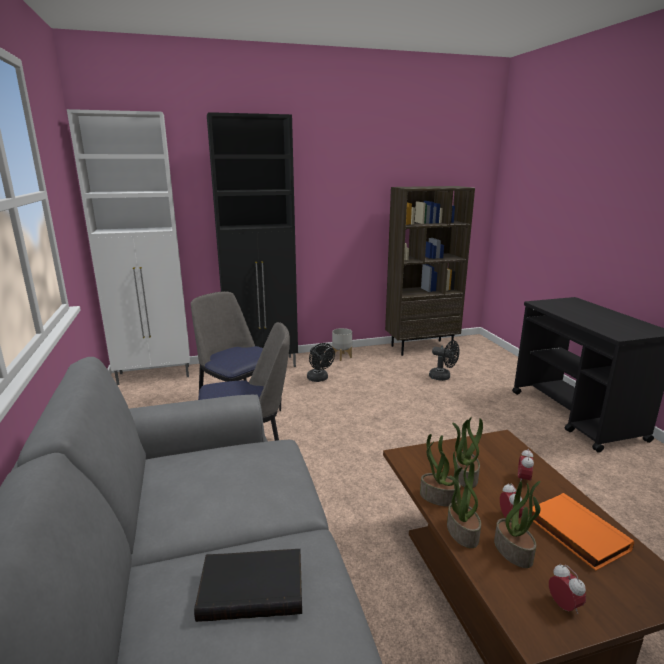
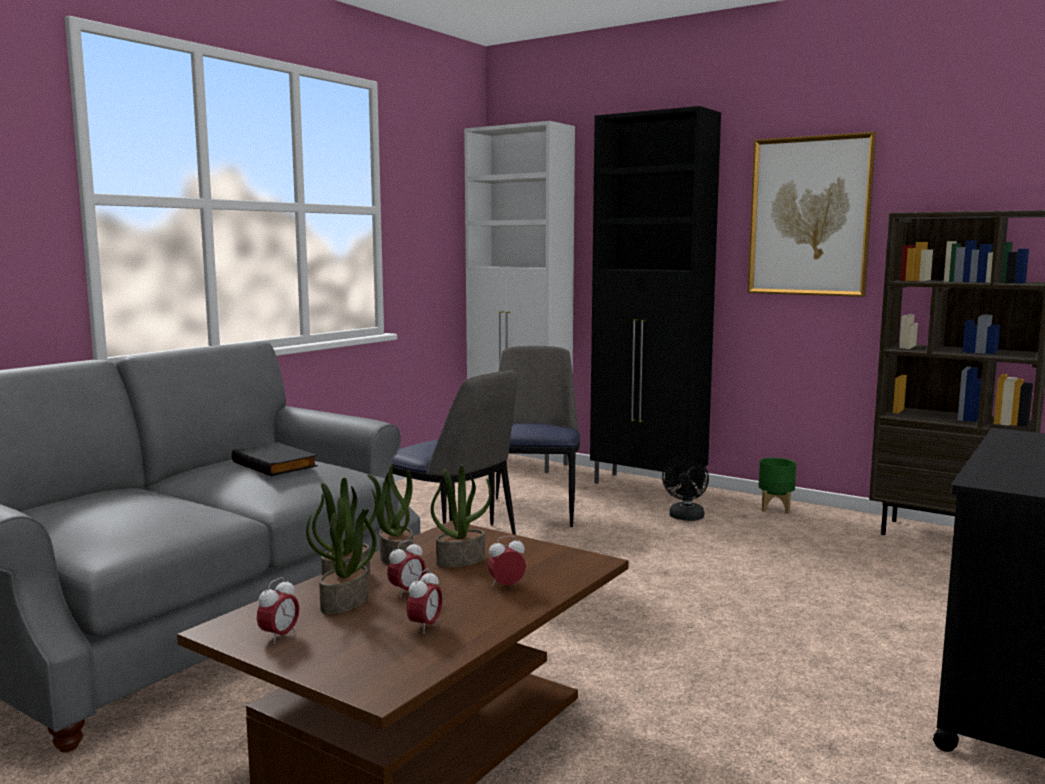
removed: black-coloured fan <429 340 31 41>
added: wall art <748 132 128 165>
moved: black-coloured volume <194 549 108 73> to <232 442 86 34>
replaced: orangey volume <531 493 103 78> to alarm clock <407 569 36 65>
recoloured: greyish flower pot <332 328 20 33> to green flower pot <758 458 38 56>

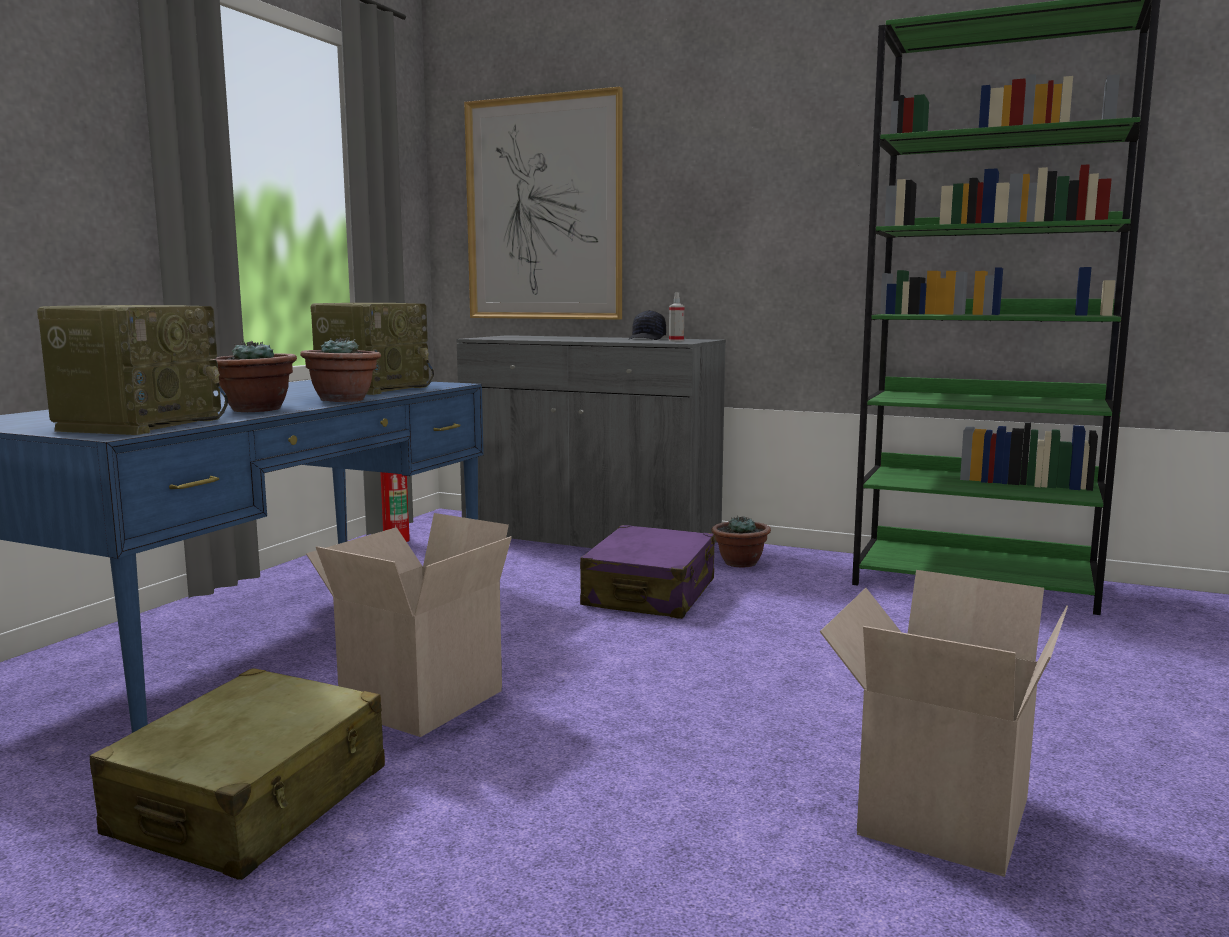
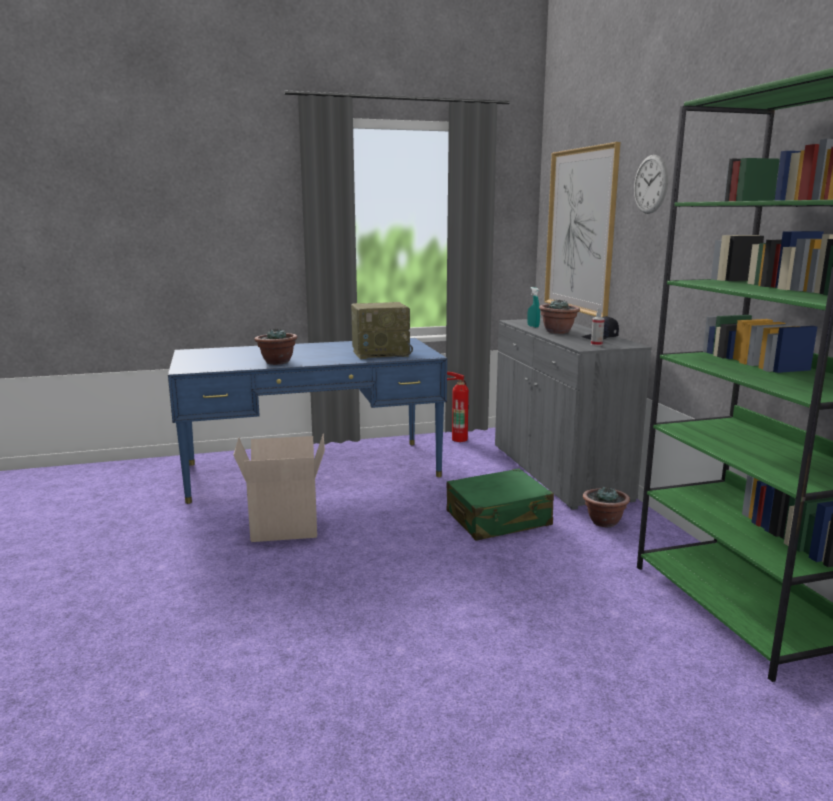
removed: radio receiver <37 305 191 130>; beige piece of luggage <90 668 295 212>; packing box <820 570 248 307>
added: blue-green hand sprayer <527 287 13 40>; clock on the wall <634 155 34 59>
moved: potted plant <300 337 81 65> to <539 299 41 35>
recoloured: purple-coloured piece of luggage <580 525 135 94> to green piece of luggage <447 469 107 72>

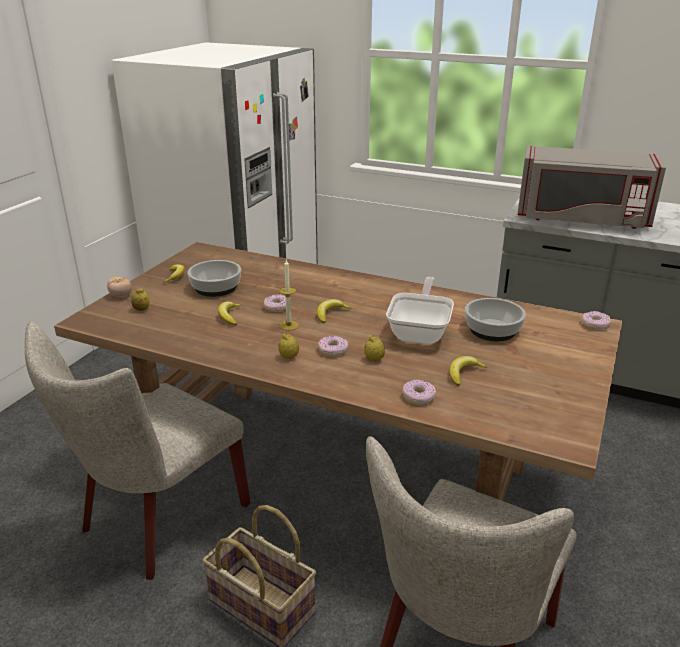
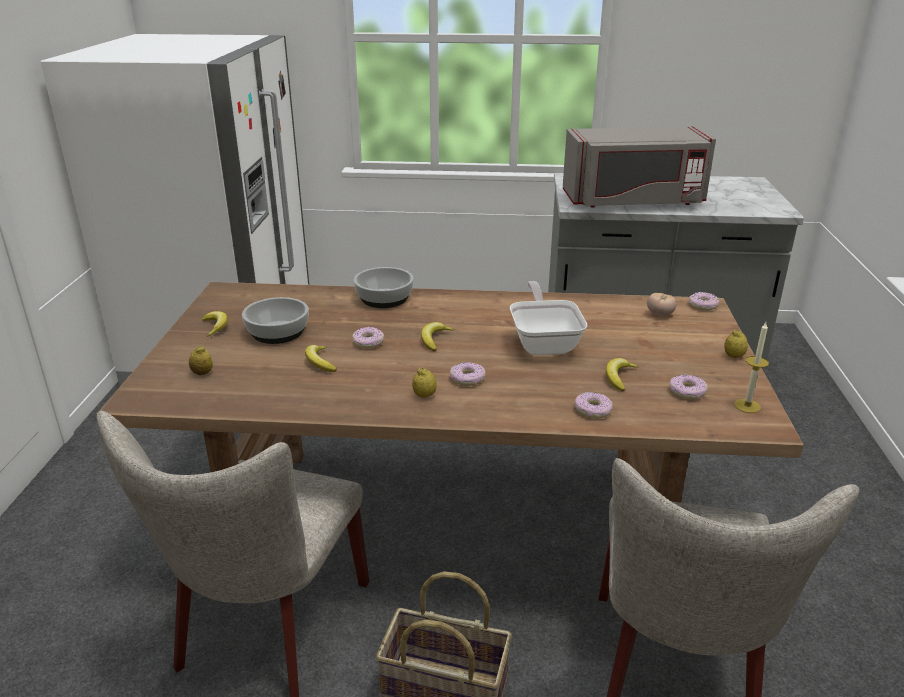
added: doughnut <669 374 39 26>
moved: fresh tomato <107 276 25 21> to <647 293 30 23>; candle <279 260 20 71> to <734 322 35 91>; lemon <364 335 21 26> to <725 330 23 28>; deep dish <465 298 61 43> to <354 267 60 41>

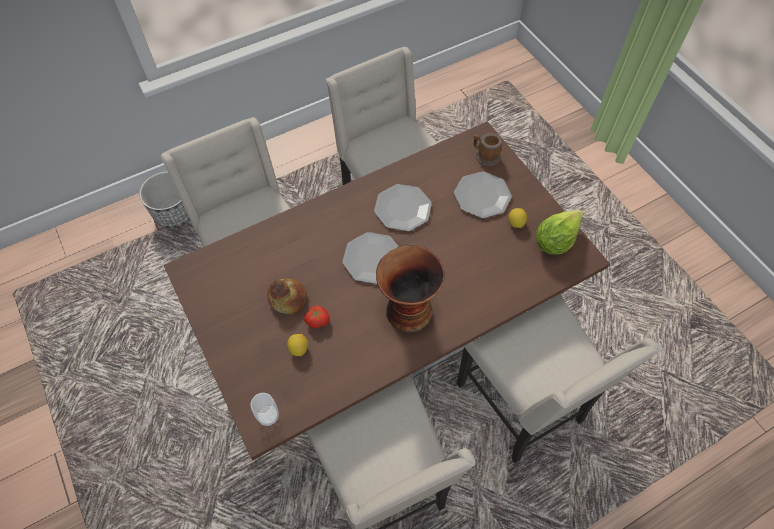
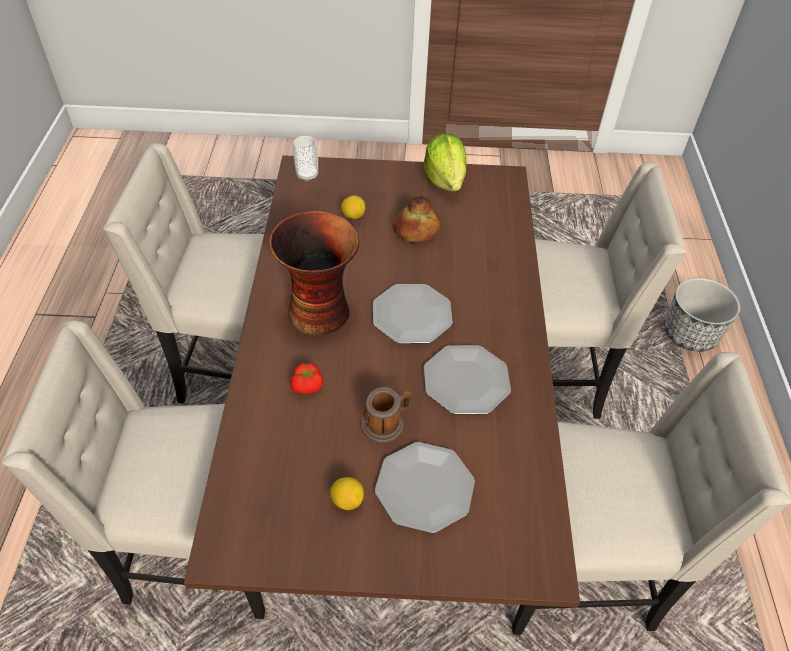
moved: fresh tomato <304 306 26 22> to <290 362 33 32>; coffee mug <473 133 29 33> to <361 387 51 56>; lettuce head <536 210 47 45> to <424 134 43 57>

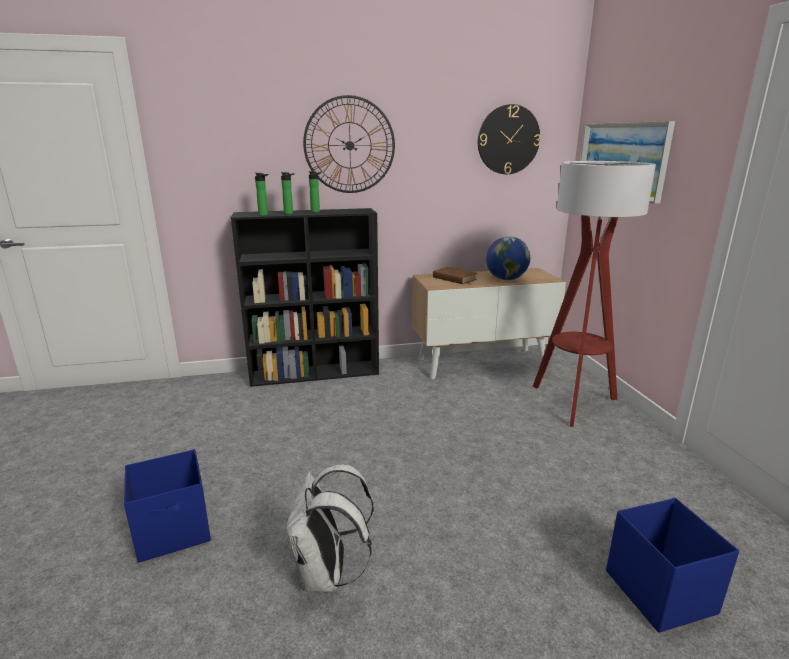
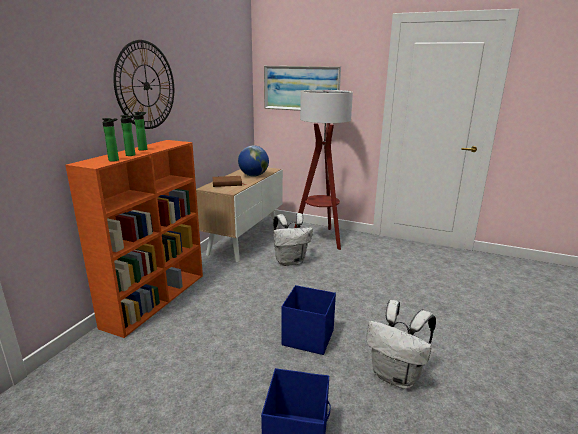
removed: clock on the wall <478 104 63 70>
added: white-coloured backpack <273 213 40 53>
moved: blue storage box <606 498 133 135> to <282 285 54 70>
recoloured: black-coloured bookcase <231 208 148 179> to orangey bookcase <65 140 138 198>

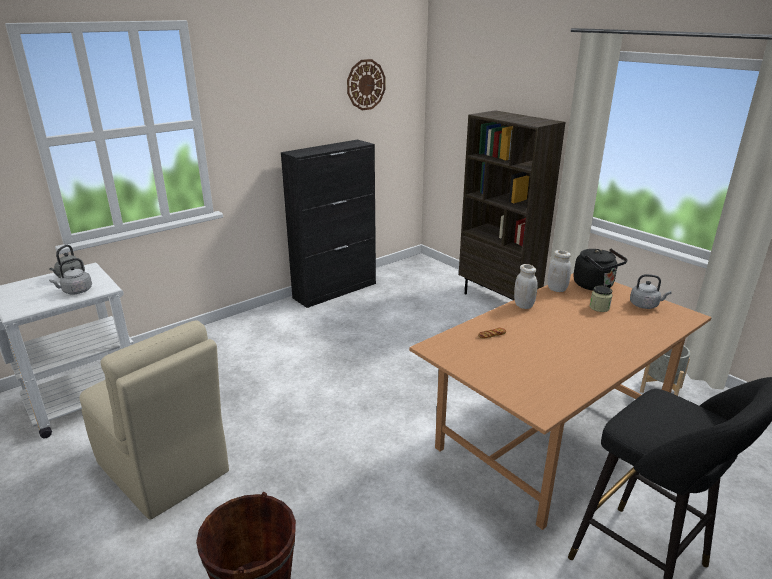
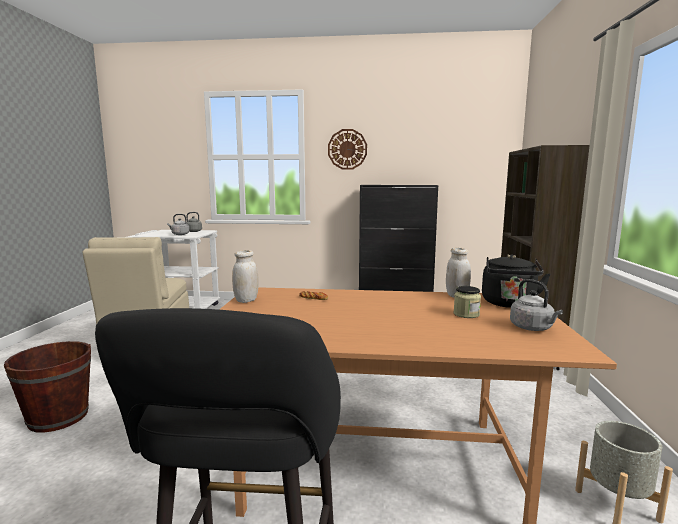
moved: clock on the wall <347 59 38 51> to <328 129 39 41>; white-coloured jar <514 264 24 45> to <232 250 27 53>

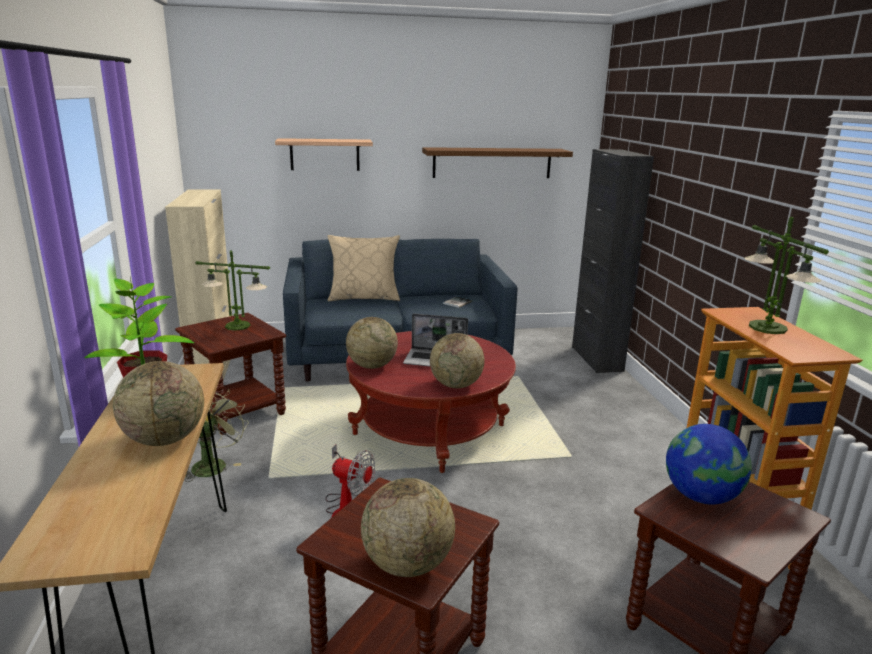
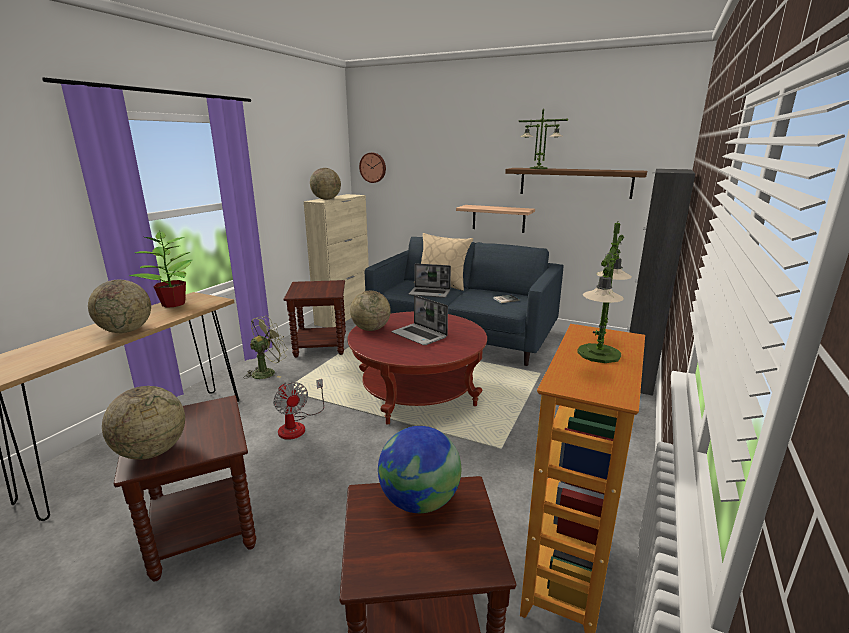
added: clock on the wall <359 153 27 30>; portable computer <409 263 42 35>
moved: table lamp <195 250 75 81> to <518 109 50 60>; wall shelf <275 138 98 33> to <456 205 79 28>; world globe <430 333 55 55> to <310 168 31 32>

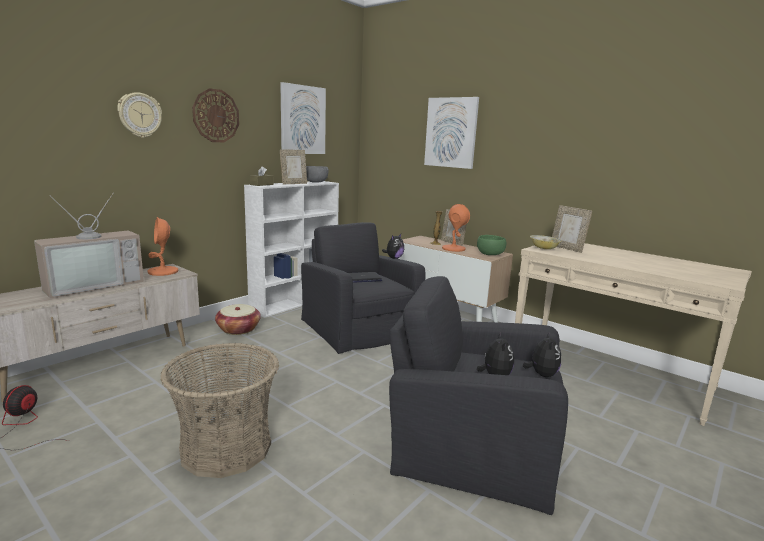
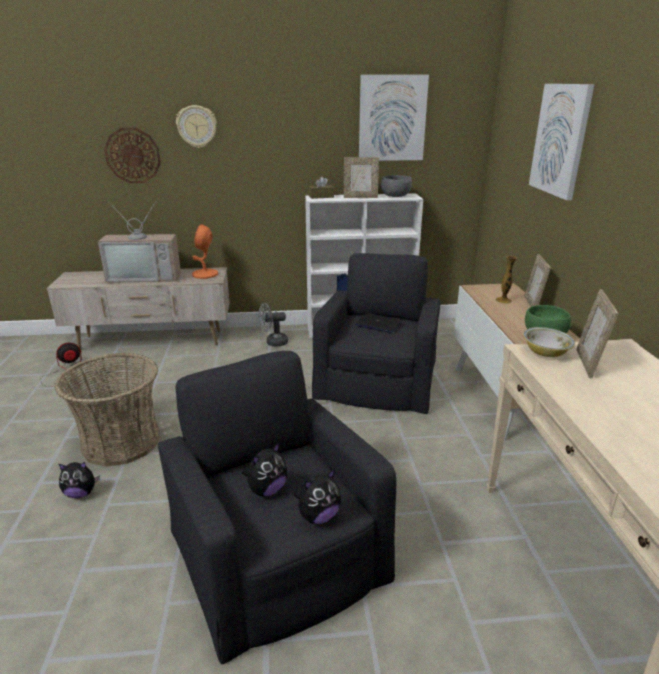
removed: orangey table lamp <442 204 28 48>
moved: clock on the wall <192 88 47 54> to <104 128 57 55>; soft toy <382 234 22 25> to <59 462 41 36>
replaced: storage basket <215 304 46 31> to greyish fan <258 303 30 43>

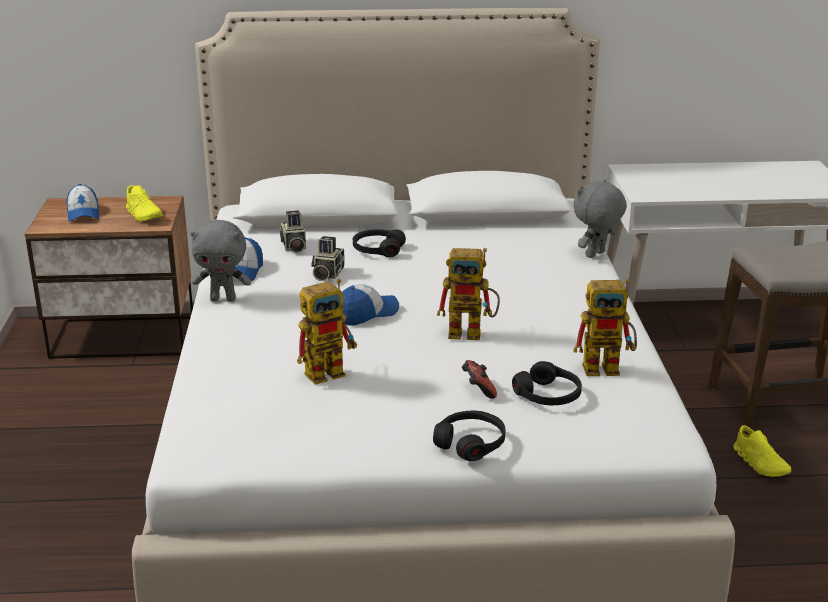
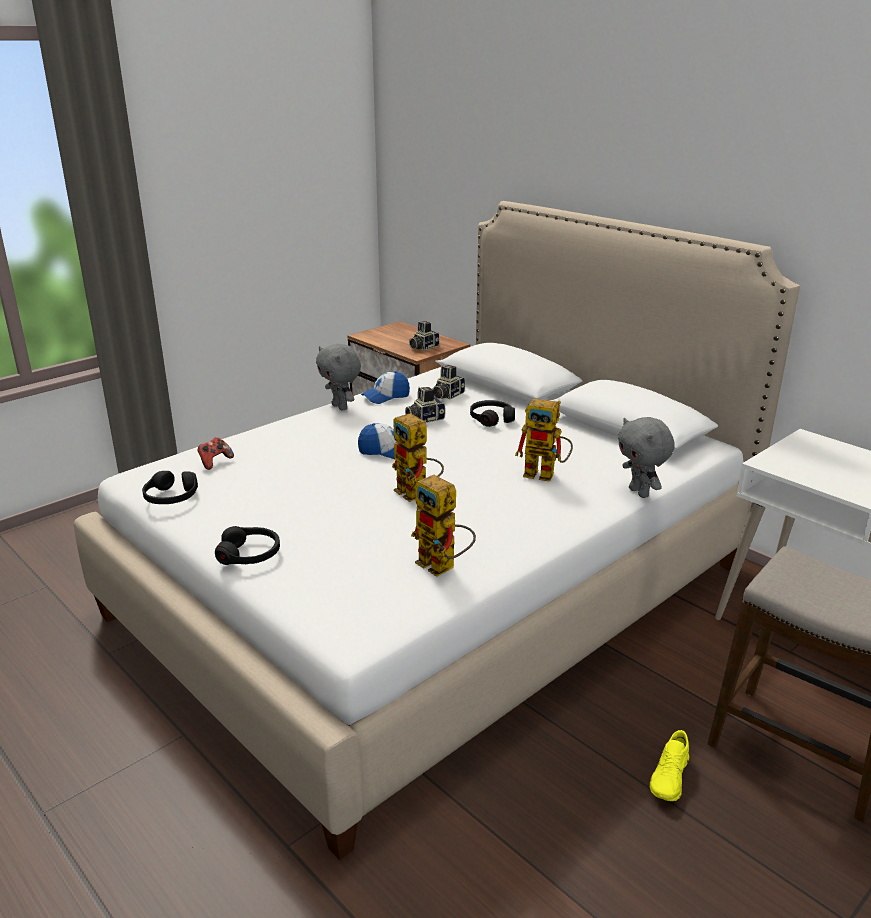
removed: cap <66 184 33 38>
moved: robot figure <297 279 60 106> to <515 399 58 83>; game controller <462 360 35 39> to <197 437 37 33>; black-coloured headphones <512 361 70 44> to <142 471 56 33>
replaced: yellow low shoe <126 185 37 36> to still camera <409 321 31 29>
turned: greyish soft toy <573 179 54 79> = <618 417 57 81> 120 degrees counterclockwise

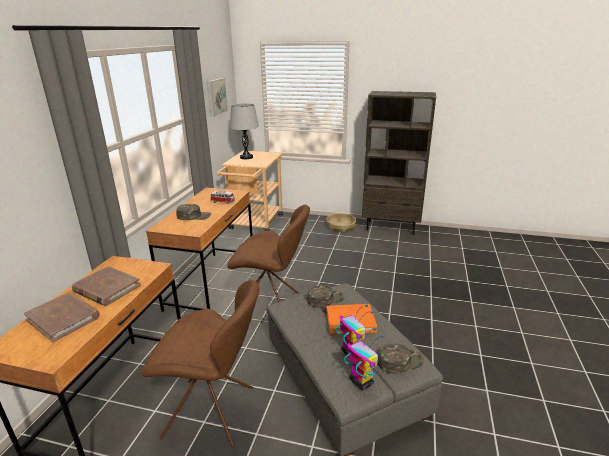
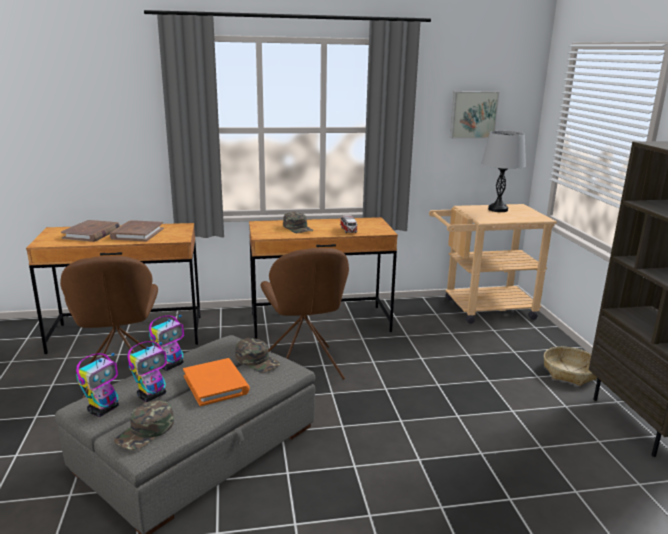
added: robot figure <149 314 35 57>
turned: green cap <378 344 46 30> = <114 400 60 50> 75 degrees clockwise

